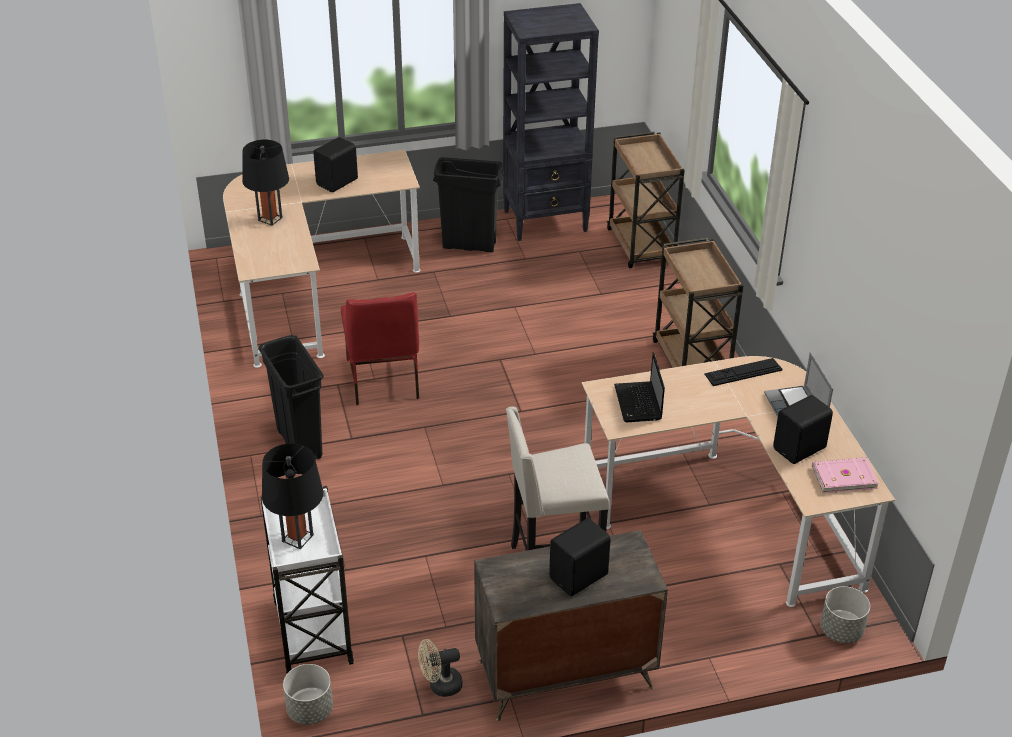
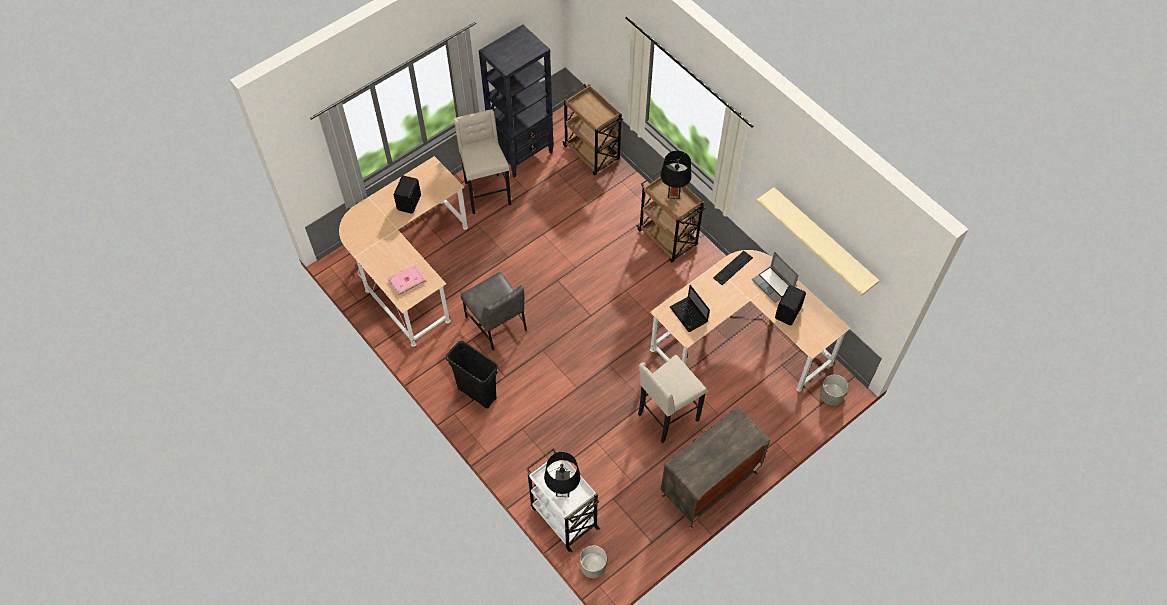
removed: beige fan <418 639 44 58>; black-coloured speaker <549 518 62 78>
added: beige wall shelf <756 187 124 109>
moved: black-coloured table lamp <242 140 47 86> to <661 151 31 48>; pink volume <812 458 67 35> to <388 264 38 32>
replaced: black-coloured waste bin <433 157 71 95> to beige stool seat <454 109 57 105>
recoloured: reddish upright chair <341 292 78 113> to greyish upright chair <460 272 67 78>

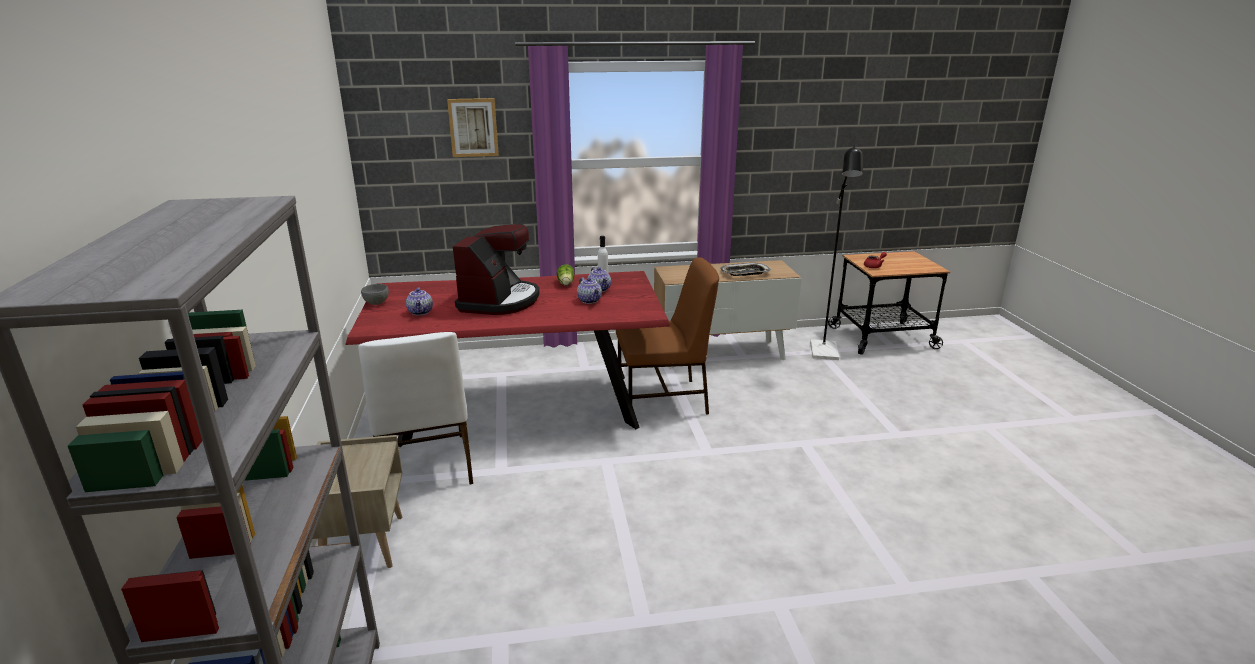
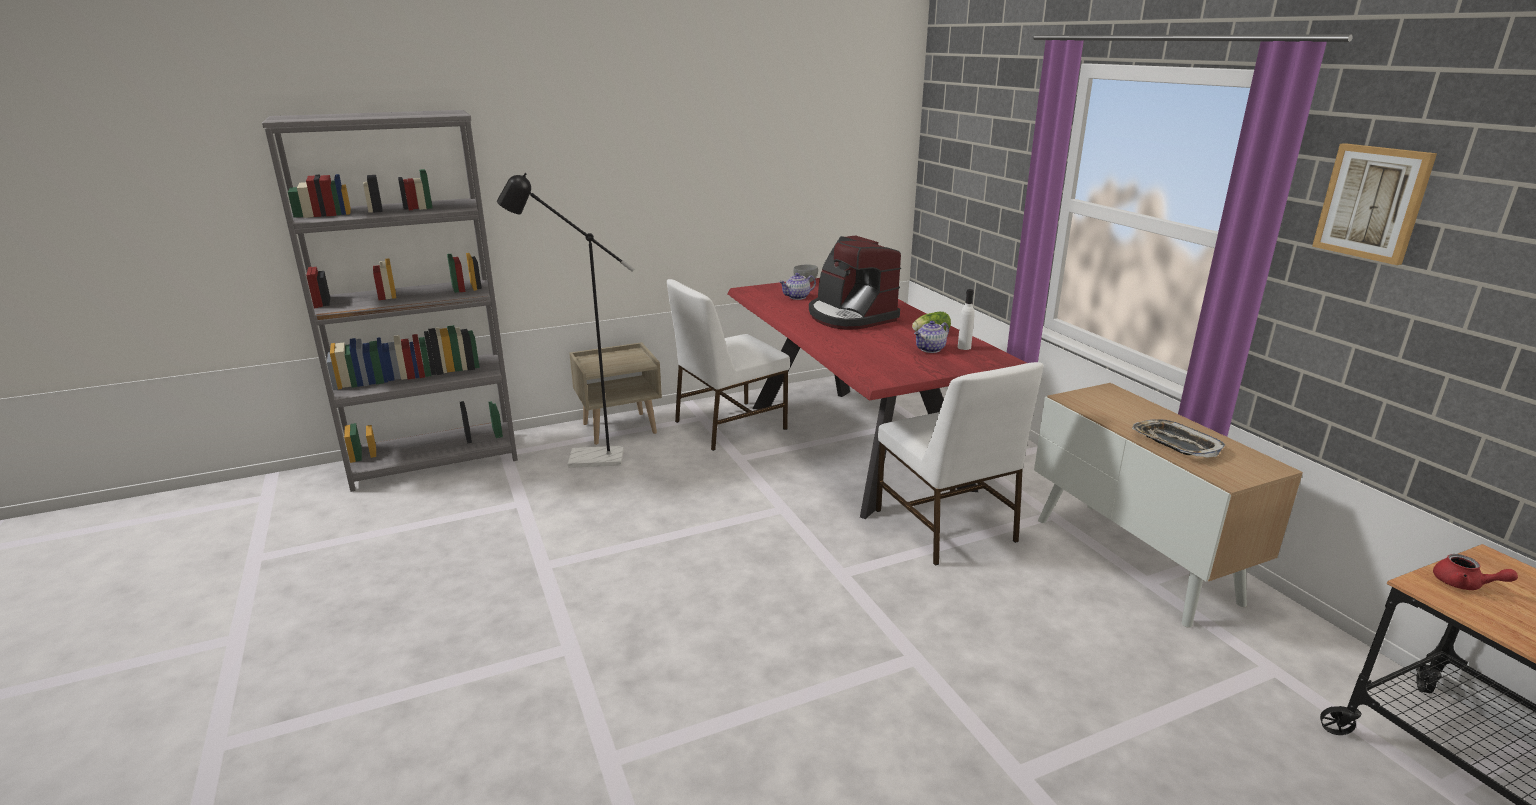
removed: pot for tea <577 277 25 27>
moved: wall art <447 98 52 59> to <1312 143 125 122>; black-coloured standard lamp <810 145 53 215> to <497 173 137 295>
recoloured: brown upright chair <616 257 103 158> to white-coloured upright chair <876 362 167 204>
turned: coffee maker <453 224 87 91> = <809 235 92 95> 60 degrees clockwise

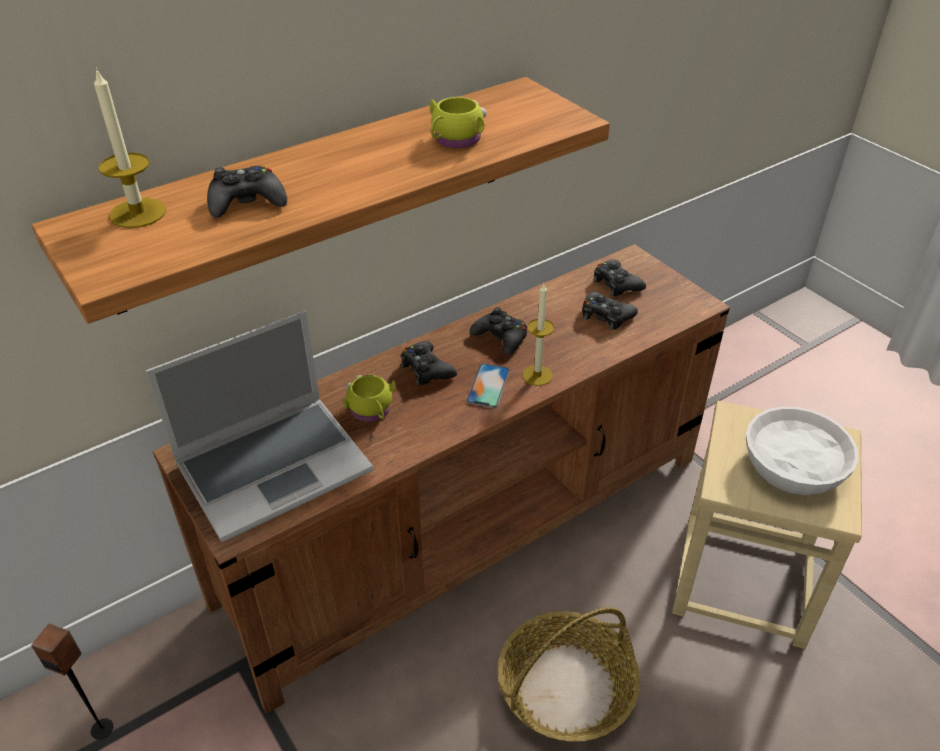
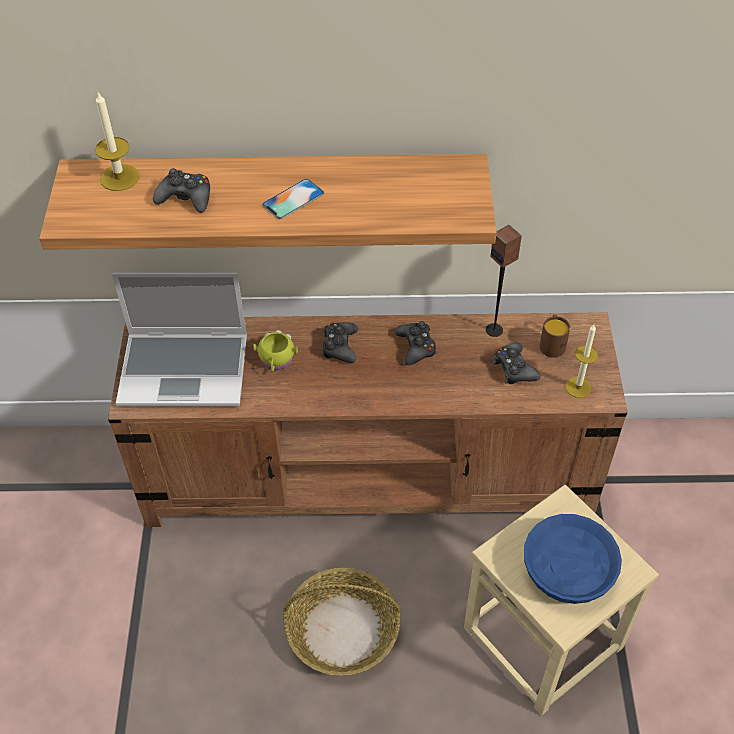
removed: yellow coffee mug <430 97 56 51>
moved: speaker <31 623 82 117> to <486 225 36 112>; phone <466 363 44 45> to <262 179 62 40>; candle <522 284 32 102> to <565 325 33 73>
replaced: black-coloured game controller <593 259 53 37> to brown coffee mug <539 315 31 43>
recoloured: white-coloured deep dish <746 407 113 88> to blue deep dish <524 514 98 90>

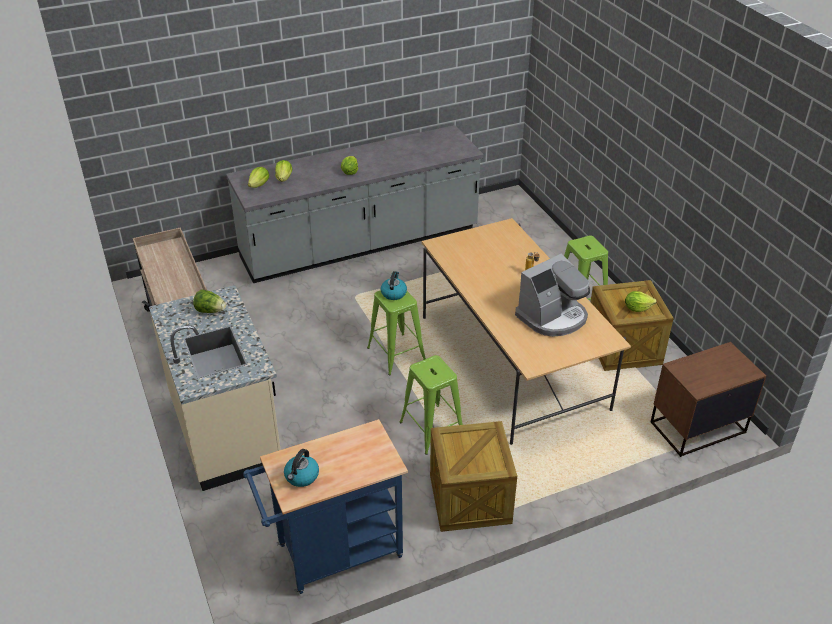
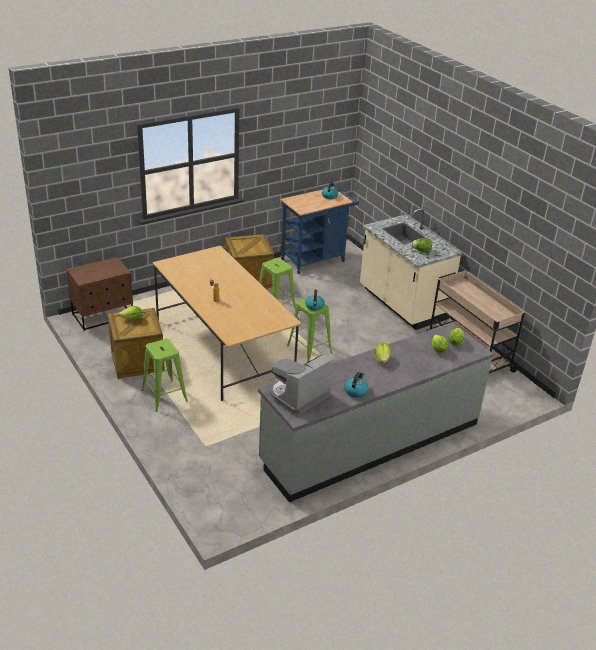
added: kettle <344 372 24 25>
moved: coffee maker <515 254 75 83> to <270 354 61 61>

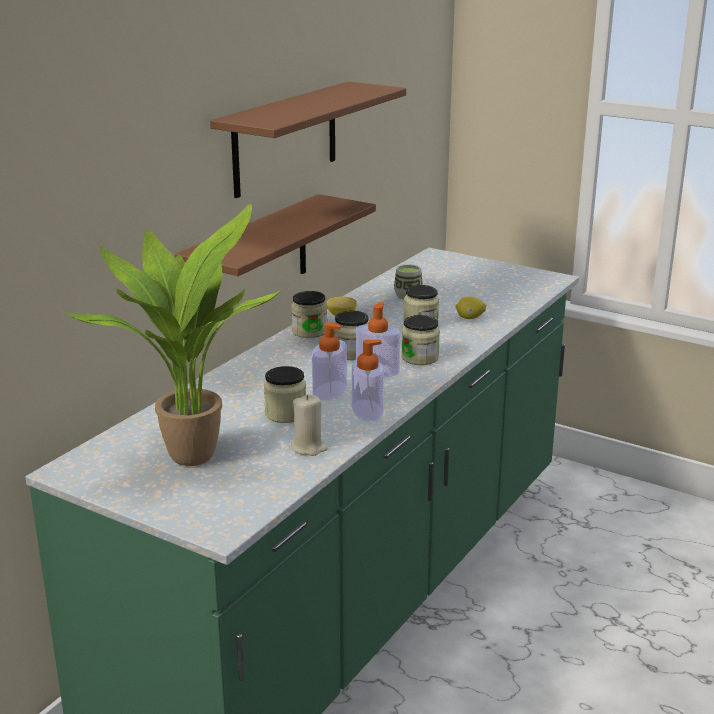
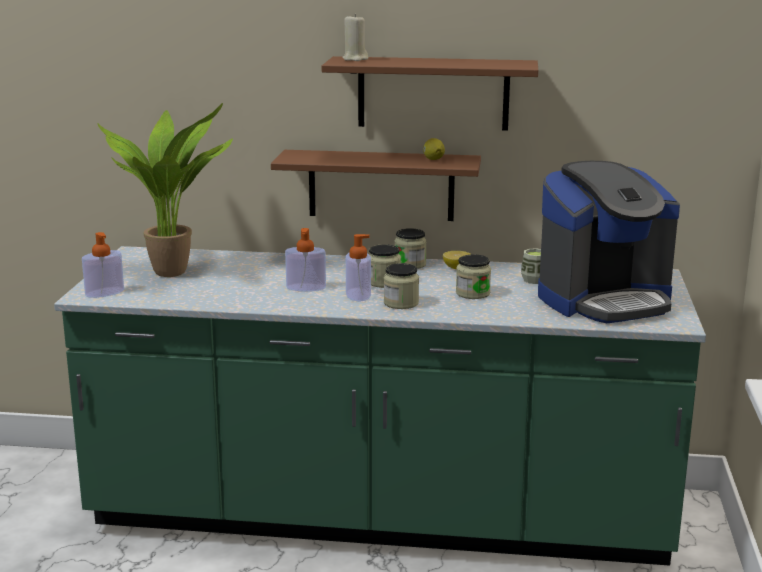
removed: jar <264 366 42 57>
added: coffee maker <538 161 142 162>
moved: beige candle <291 395 37 61> to <342 14 26 47>; liquid soap bottle <352 340 32 81> to <82 232 42 66>; lemon <455 296 32 23> to <423 138 22 22>

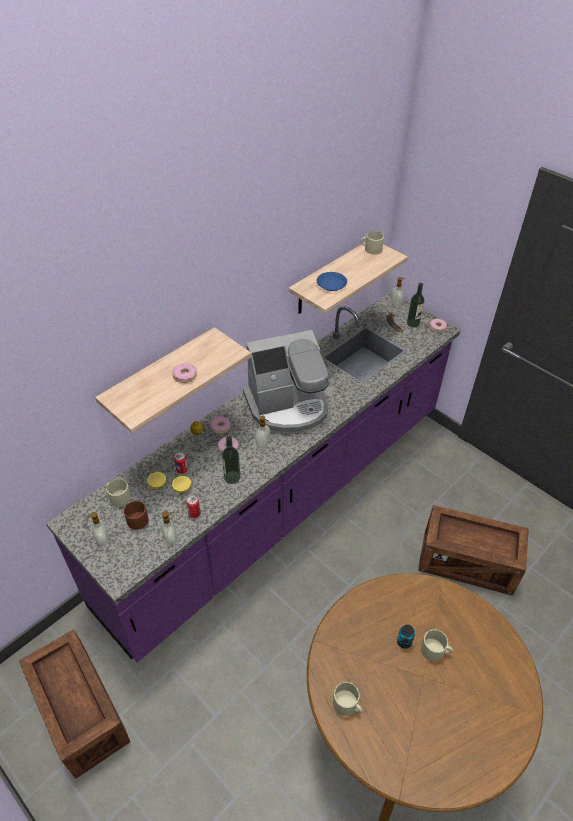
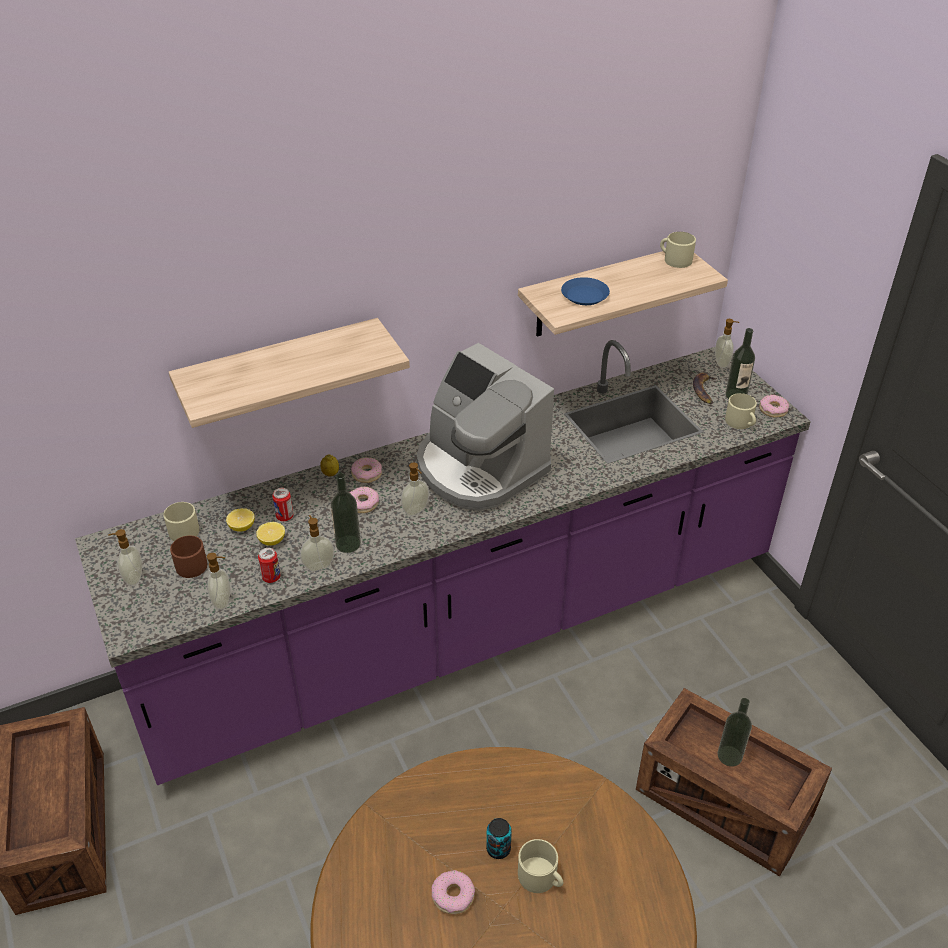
added: liquid soap bottle <300 515 35 56>; drink bottle <717 698 35 69>
moved: doughnut <172 363 25 20> to <432 870 43 45>; beige coffee mug <333 682 29 34> to <725 393 32 36>
turned: coffee maker <243 330 87 103> = <417 343 137 168> 45 degrees clockwise

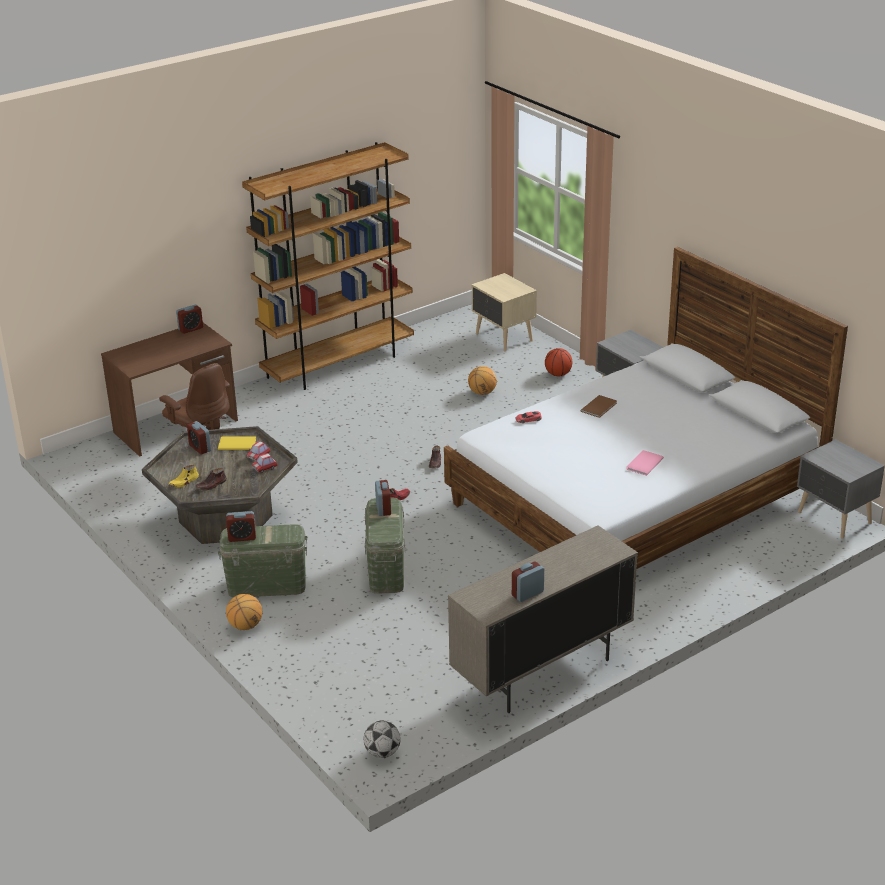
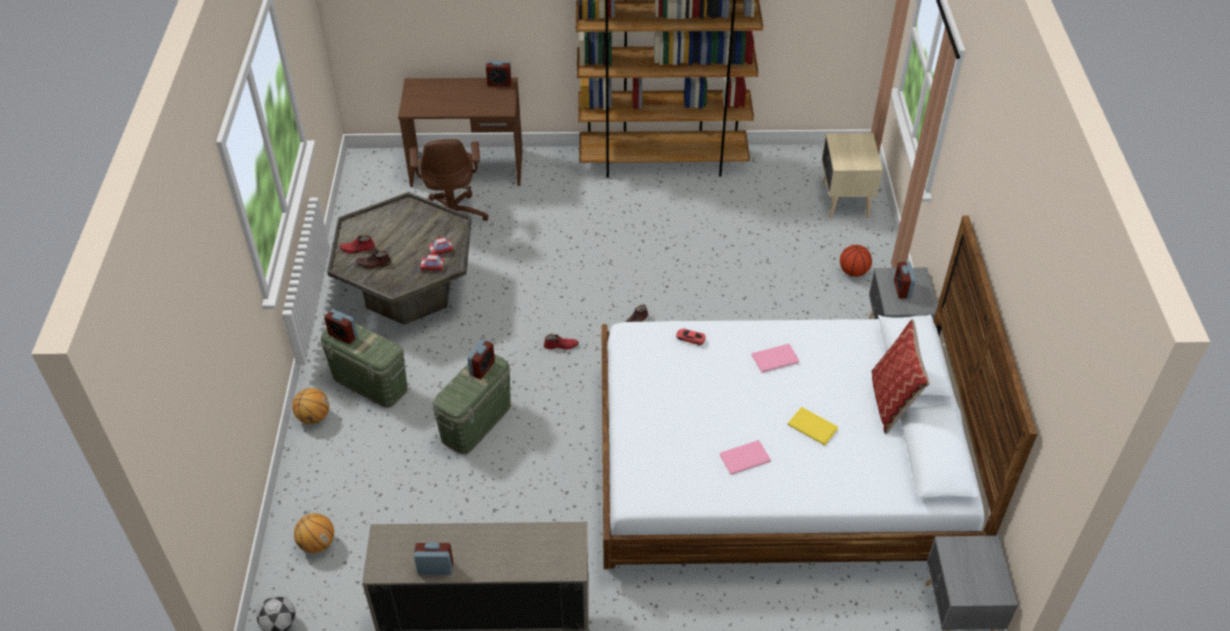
added: throw pillow <872 319 58 115>
moved: alarm clock <187 421 24 33> to <894 262 22 37>; yellow volume <218 436 38 14> to <787 407 51 38>; ball for basketball <468 366 29 29> to <294 513 40 40>
recoloured: yellow low shoe <168 465 31 22> to reddish low shoe <339 235 36 19>; brown volume <580 395 37 23> to pink volume <752 344 47 29>

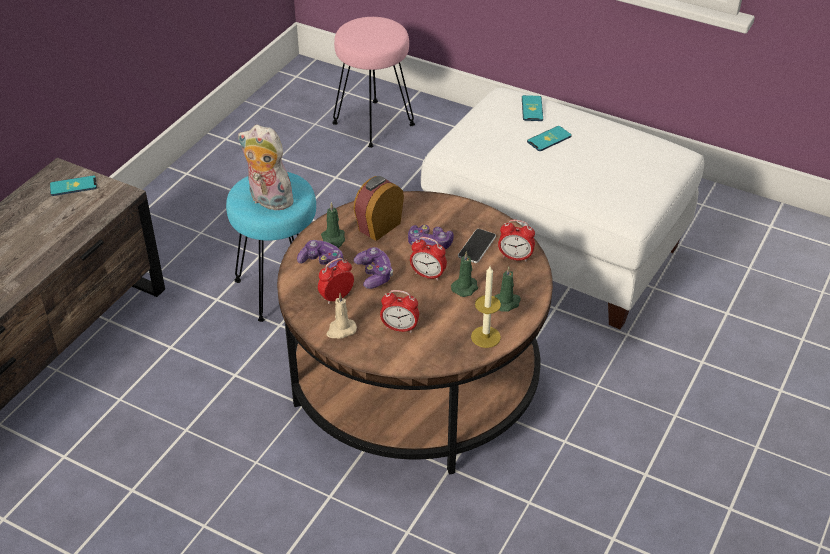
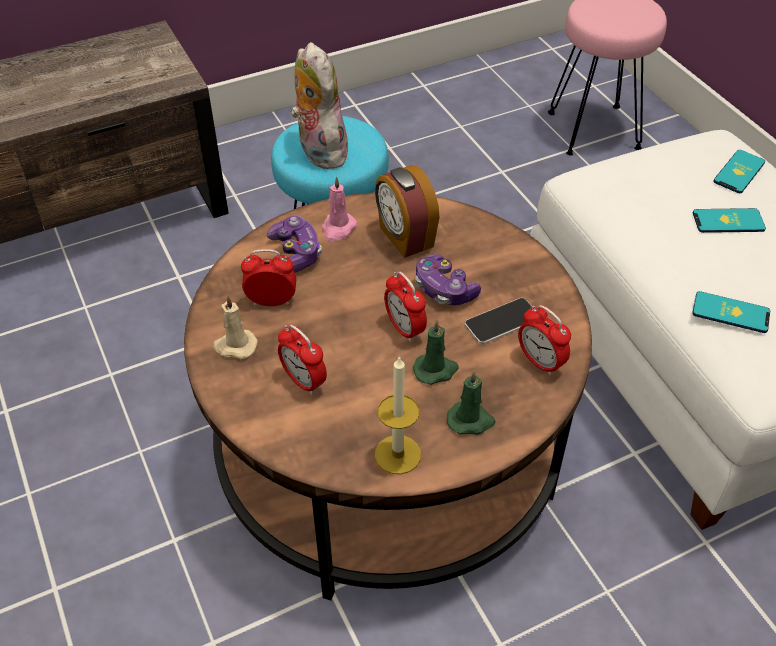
removed: game controller <353 247 40 42>
moved: phone <50 175 47 21> to <692 291 78 42>
recoloured: green candle <321 202 24 46> to pink candle <322 176 35 66>
turned: alarm clock <353 176 51 65> = <375 165 64 93> 105 degrees counterclockwise

